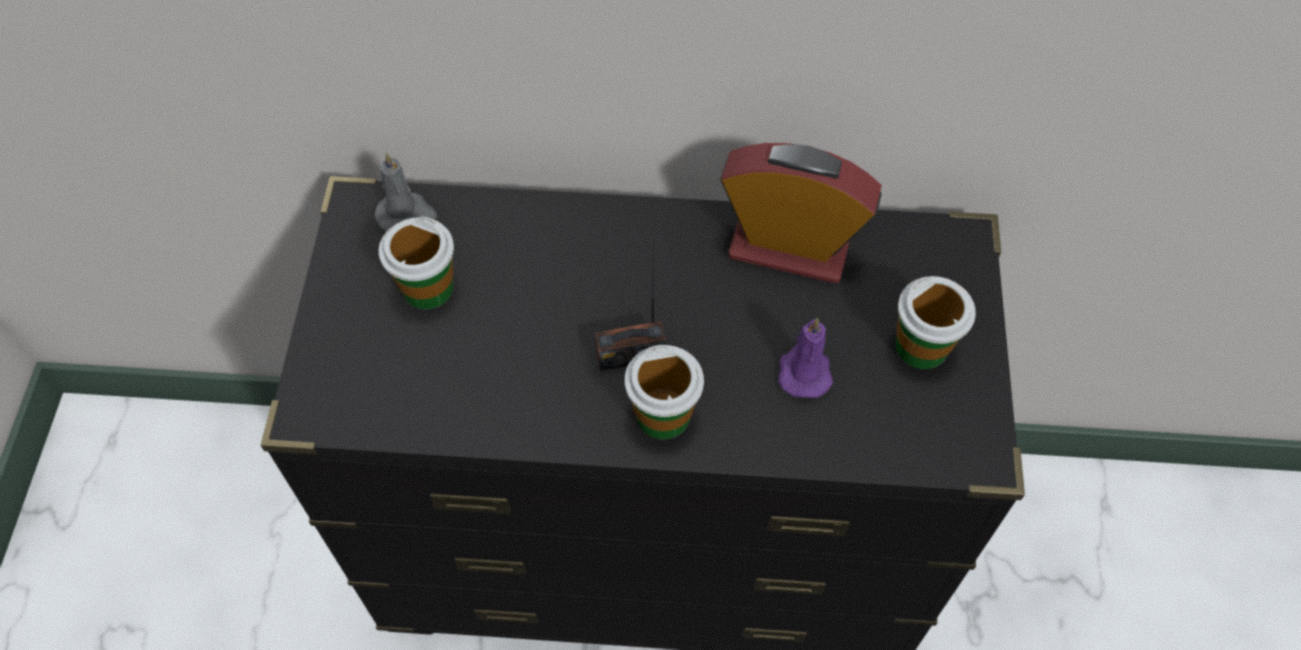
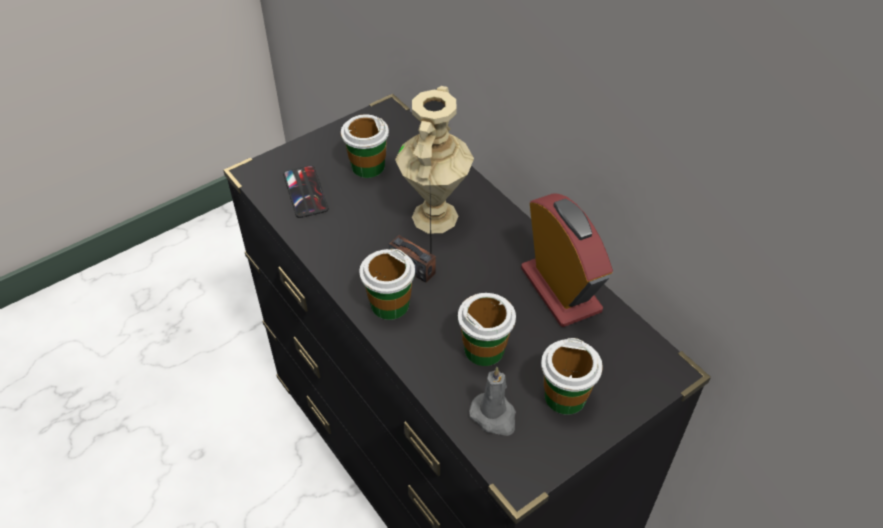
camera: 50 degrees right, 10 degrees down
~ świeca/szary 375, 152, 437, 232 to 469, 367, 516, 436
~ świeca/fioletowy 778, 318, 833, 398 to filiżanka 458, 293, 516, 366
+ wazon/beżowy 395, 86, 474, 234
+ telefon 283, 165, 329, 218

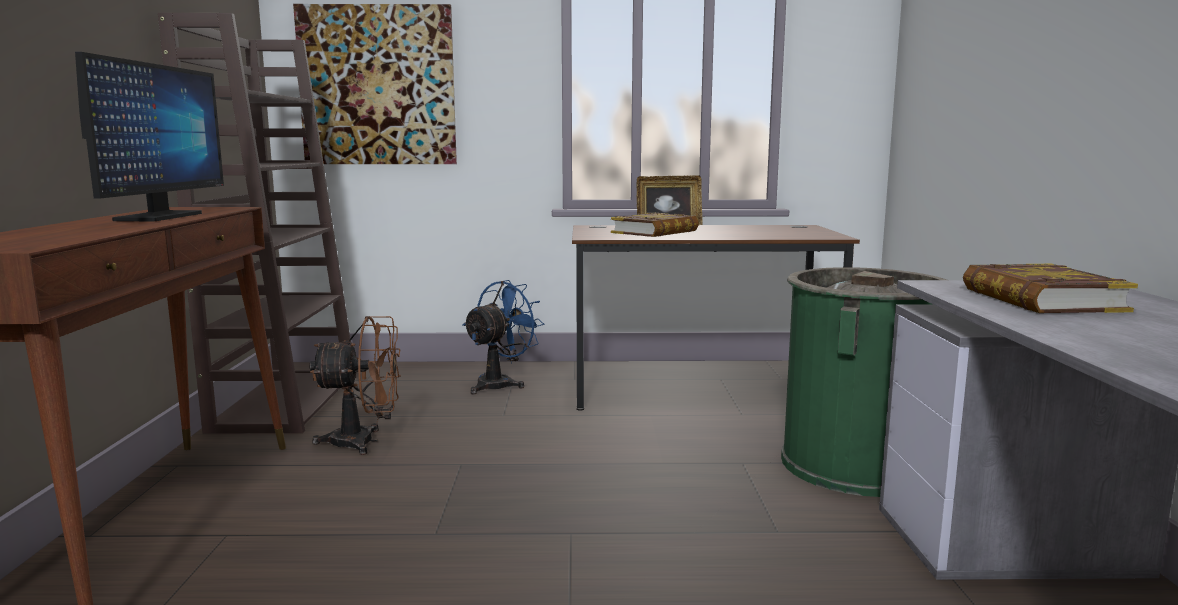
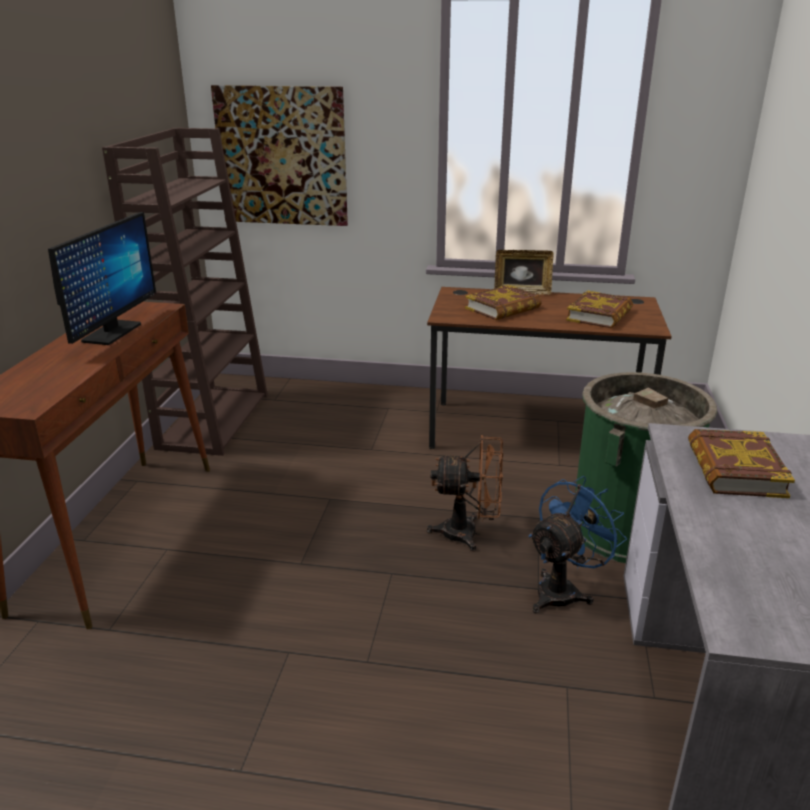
camera: 10 degrees right, 15 degrees up
~ wentylator/niebieski 462, 280, 545, 394 to 529, 476, 627, 614
~ wentylator/brązowy 309, 316, 401, 455 to 427, 435, 503, 552
+ książka 566, 290, 633, 328

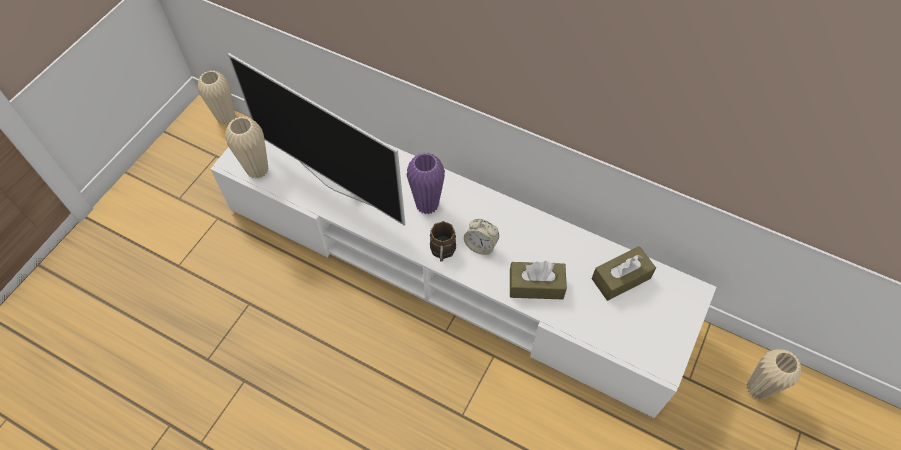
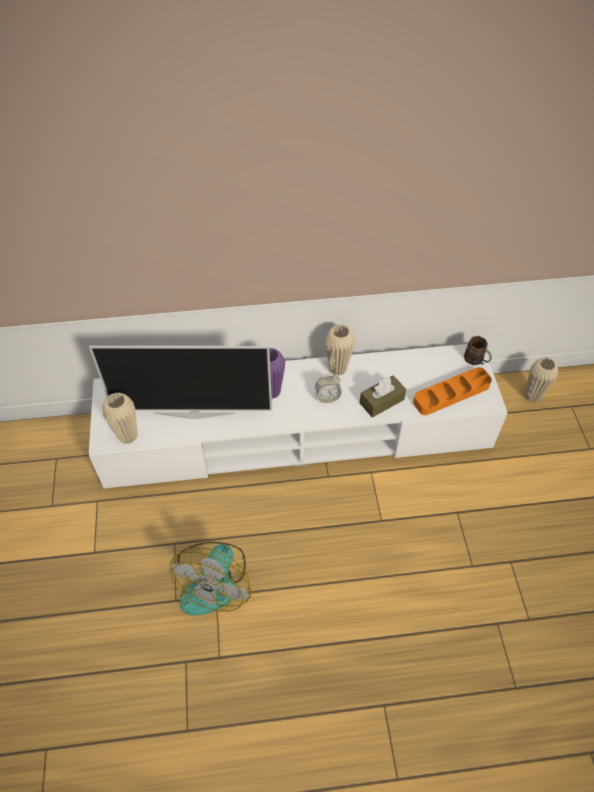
camera: 35 degrees left, 5 degrees down
~ wazon/beżowy 198, 70, 235, 125 to 325, 324, 355, 376
~ kubek/brązowy 430, 221, 456, 261 to 464, 336, 492, 365
- pudełko chusteczek/brązowy 592, 246, 656, 301
+ taca/pomarańczowy 413, 367, 492, 415
+ wentylator 171, 542, 251, 615

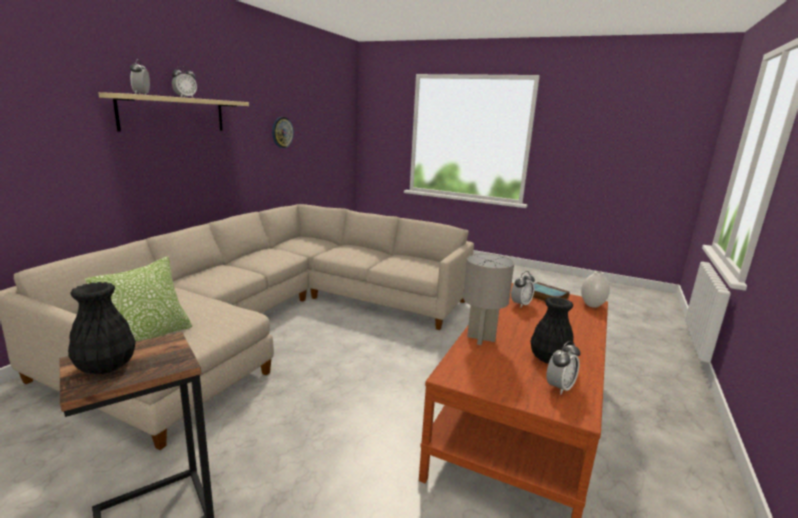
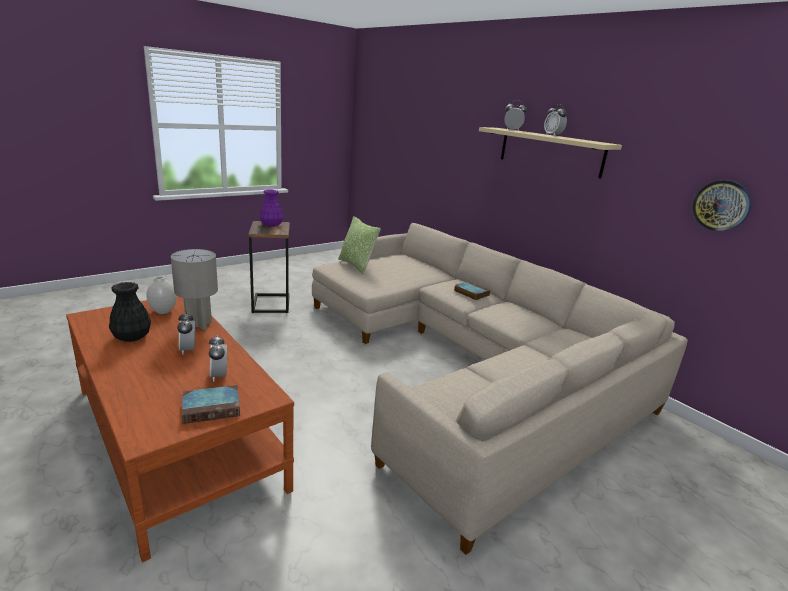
camera: 115 degrees right, 5 degrees up
~ wazon/biały 581, 271, 610, 308 to 146, 276, 177, 314
~ wazon/czarny 68, 282, 136, 374 to wazon/fioletowy 260, 190, 283, 227
~ budzik 546, 341, 581, 395 to 177, 311, 195, 355
+ książka 454, 281, 490, 300

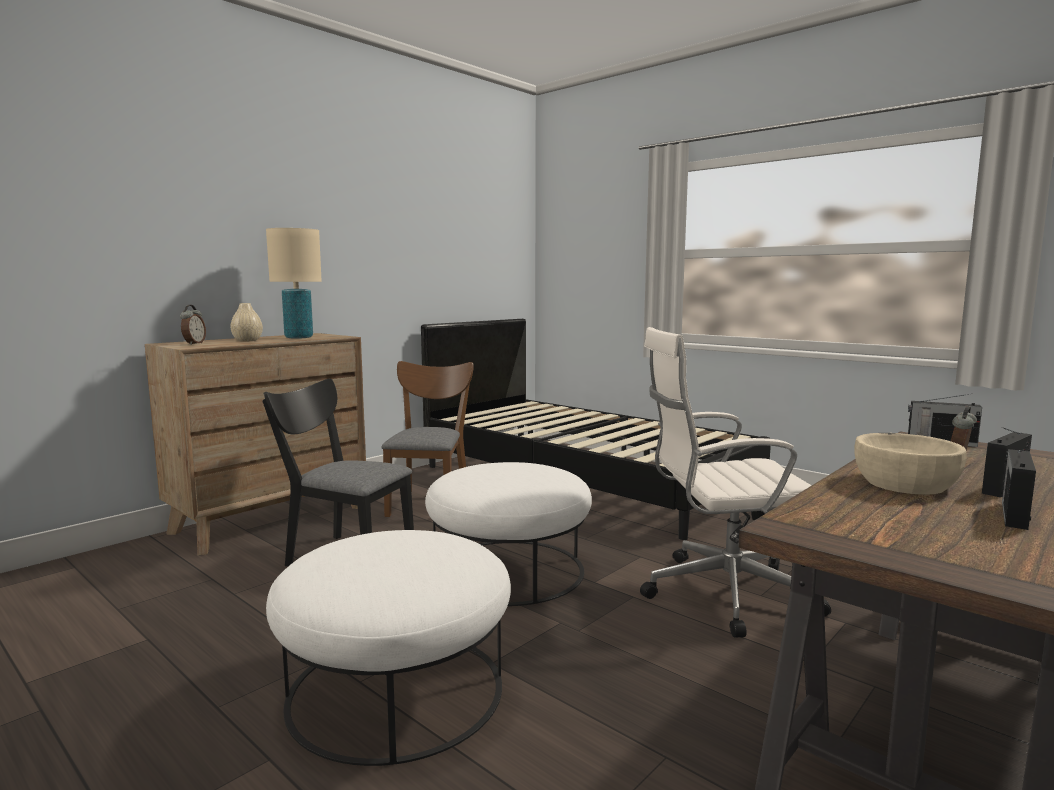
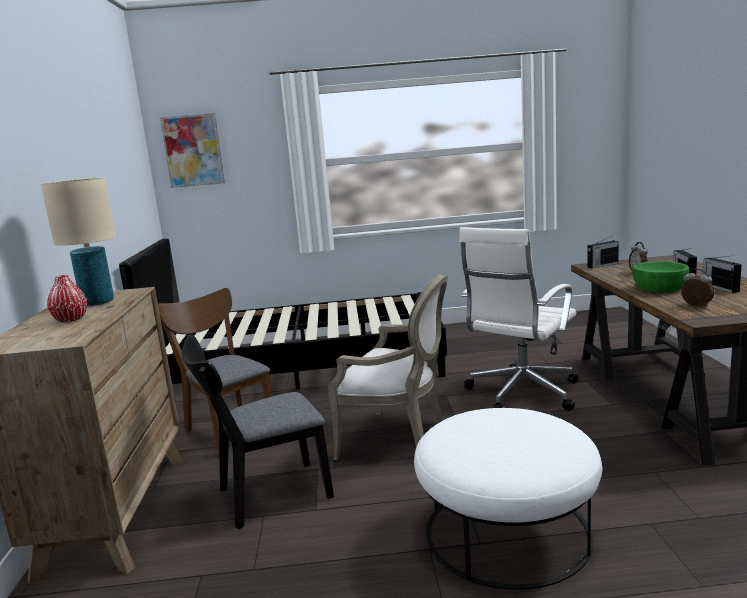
camera: 45 degrees left, 5 degrees up
~ wazon/beżowy 230, 303, 263, 342 to wazon/czerwony 47, 275, 87, 322
~ budzik 180, 305, 206, 345 to 681, 268, 715, 307
~ miska/beżowy 854, 433, 967, 495 to miska/zielony 632, 261, 689, 293
~ pufa/biały 425, 462, 592, 606 to fotel 328, 274, 448, 460
+ obraz 160, 113, 225, 188

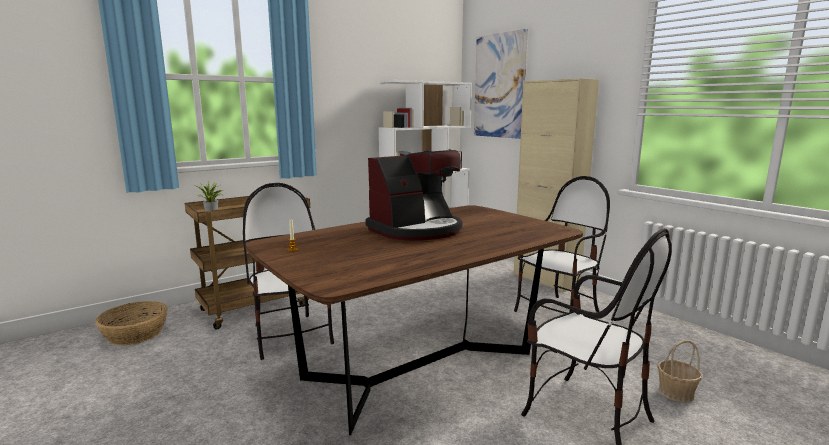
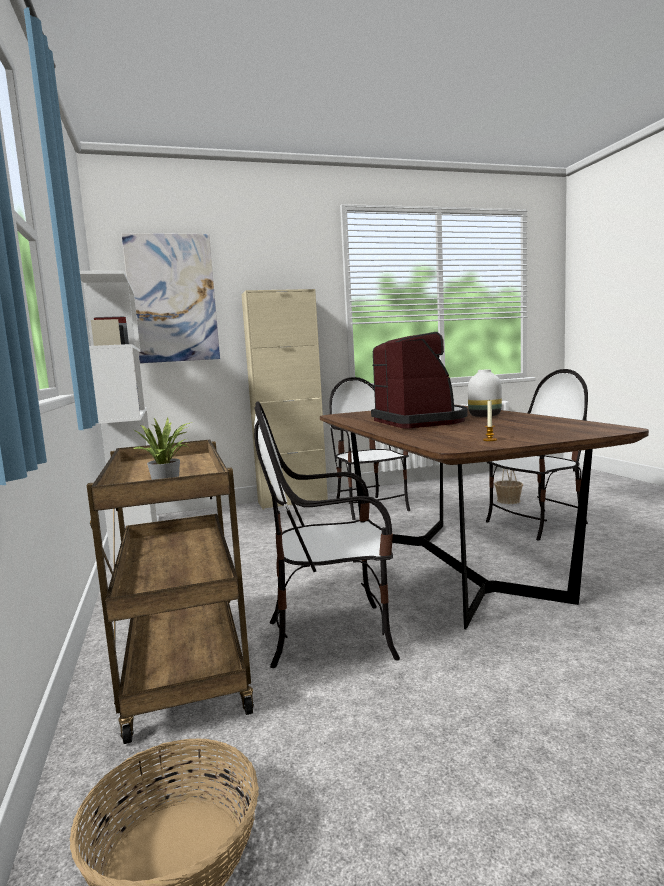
camera: 70 degrees left, 5 degrees down
+ wazon/biały 468, 369, 502, 417

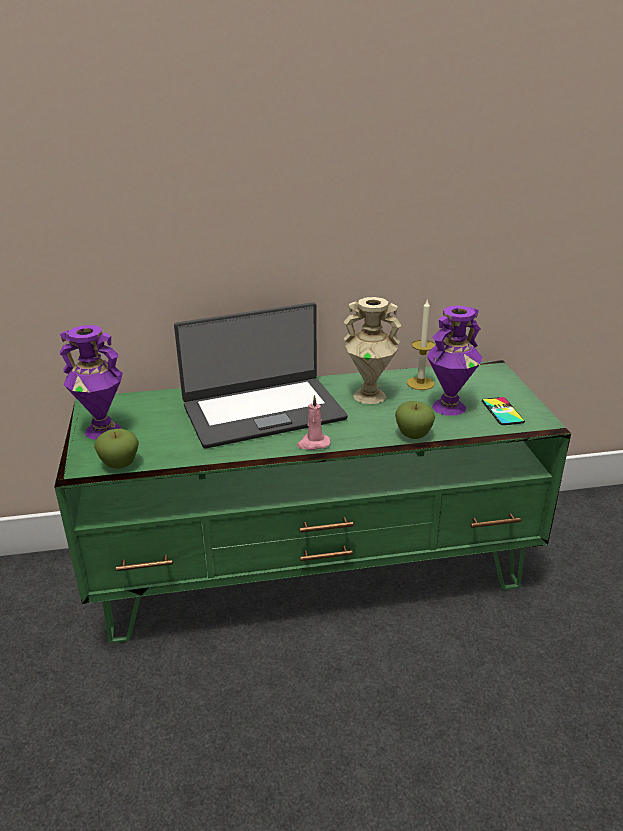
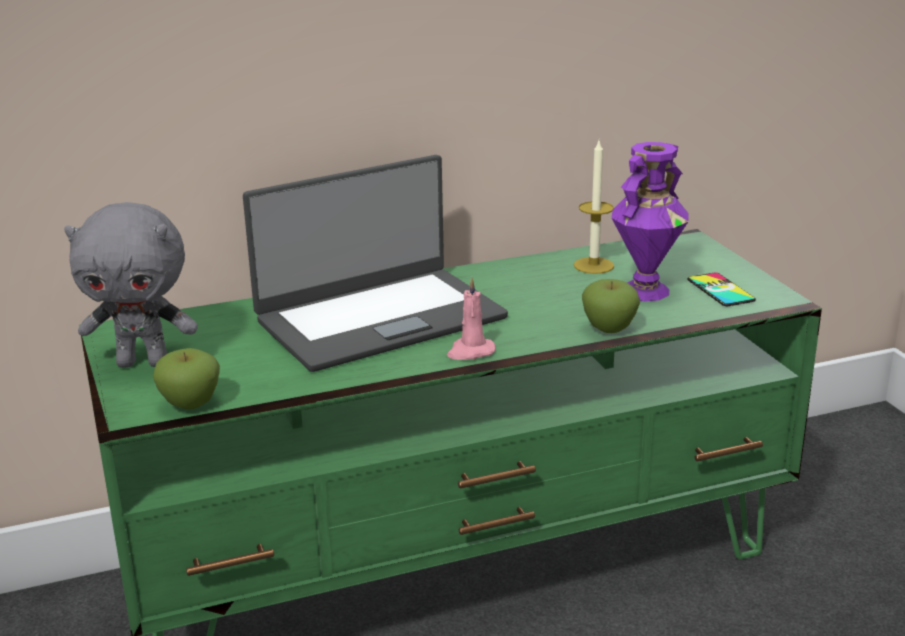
camera: 10 degrees left, 5 degrees down
- wazon/beżowy 344, 297, 402, 404
~ wazon/fioletowy 60, 325, 123, 440 to pluszak/szary 64, 202, 198, 368

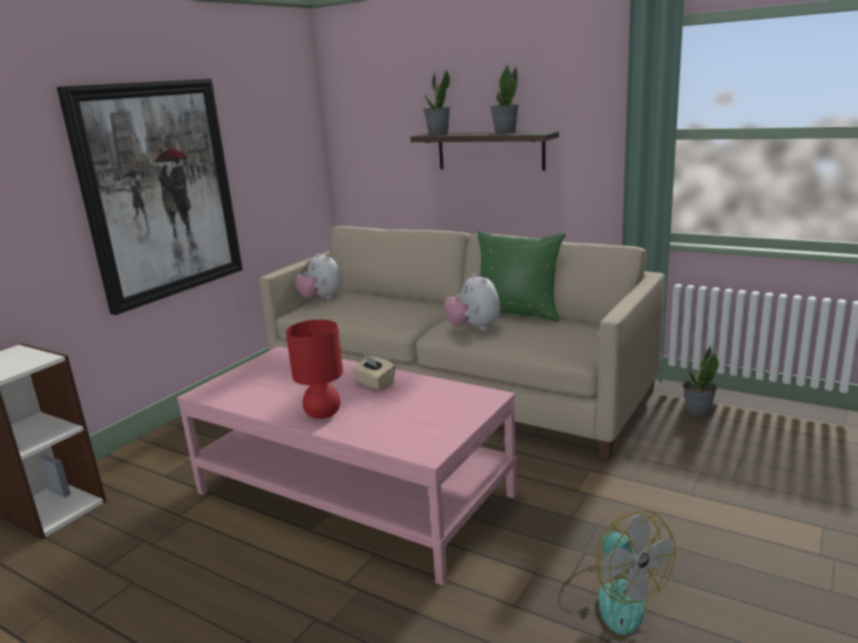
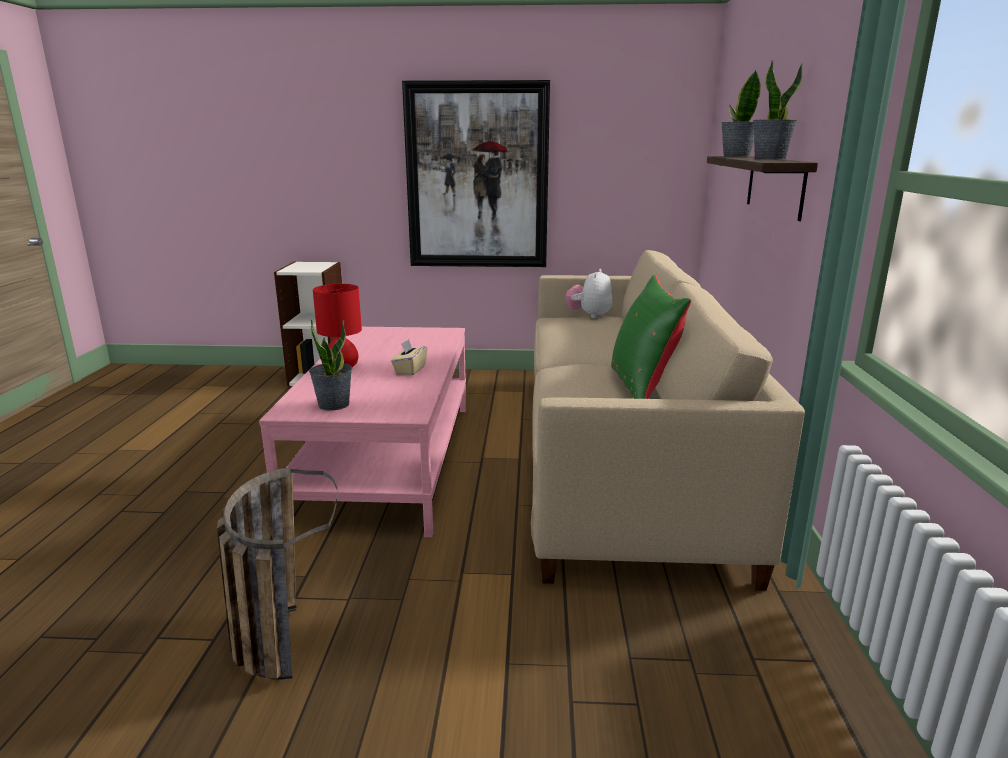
camera: 60 degrees right, 0 degrees up
- pluszak 444, 273, 500, 330
~ roślina doniczkowa 683, 345, 719, 418 to 309, 319, 352, 411
~ wentylator 558, 511, 676, 635 to koszyk 217, 467, 338, 680

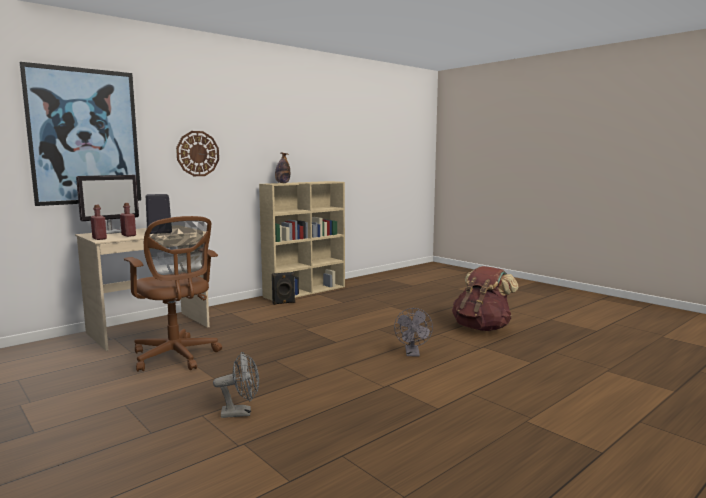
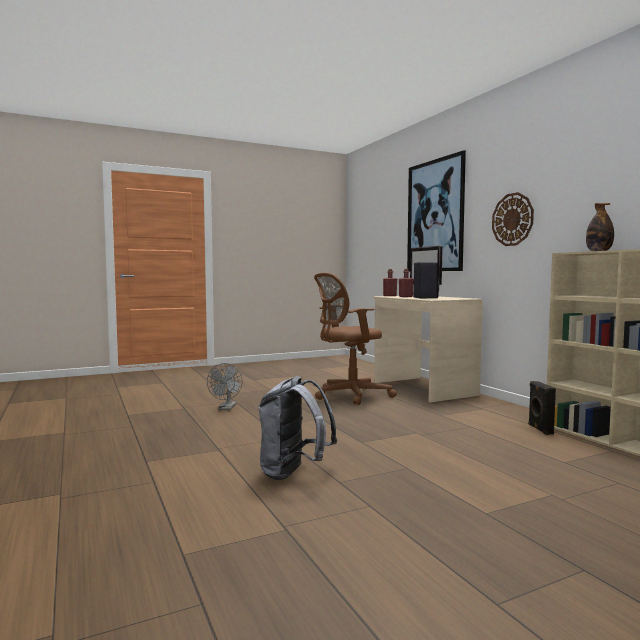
camera: 105 degrees right, 5 degrees down
- plecak/brązowy 452, 266, 519, 331
~ wentylator/szary 394, 308, 433, 356 to plecak/szary 258, 376, 337, 480

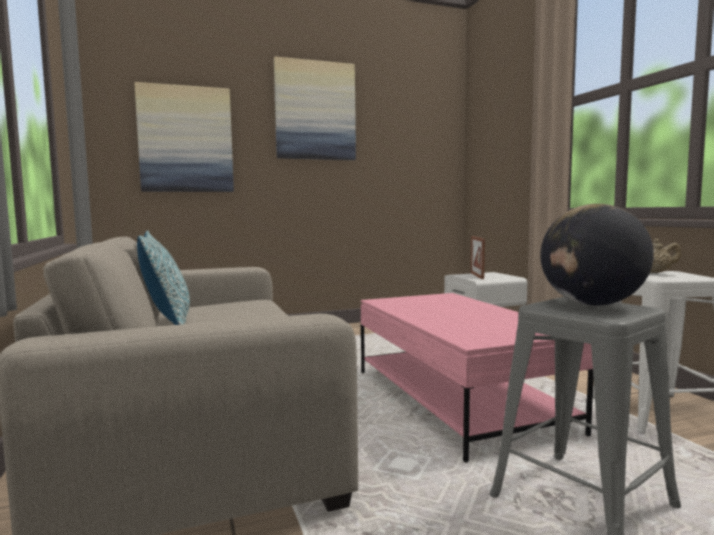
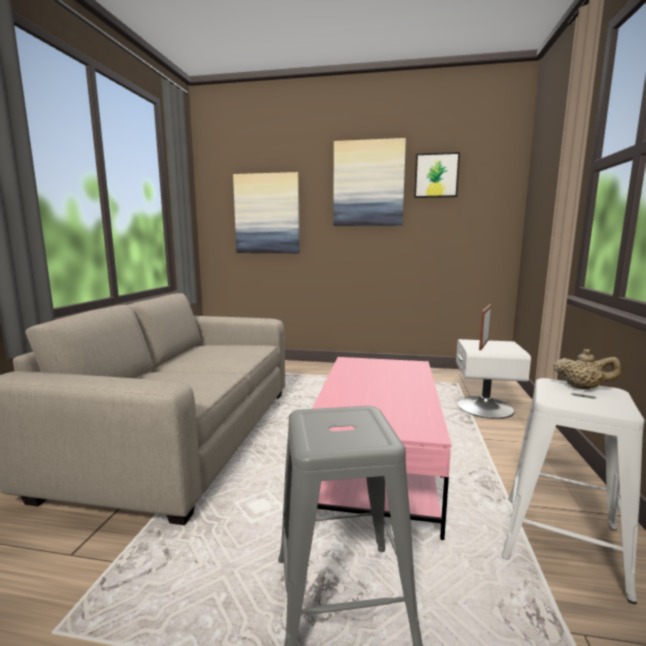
camera: 30 degrees right, 5 degrees up
- globus 540, 204, 654, 306
- poduszka 137, 230, 190, 325
+ obraz 414, 152, 460, 198

